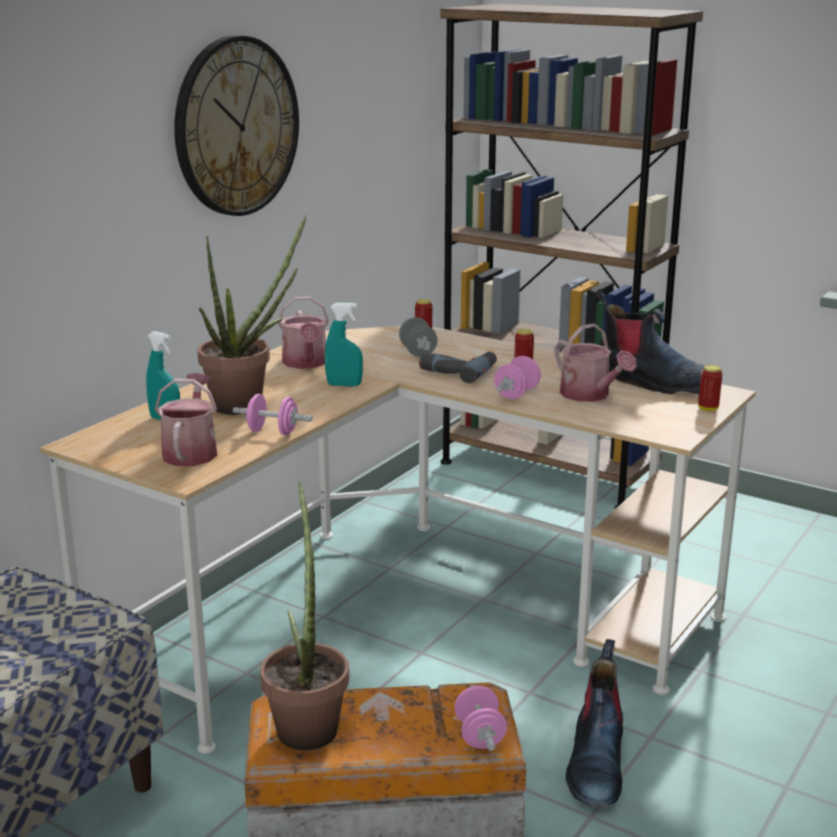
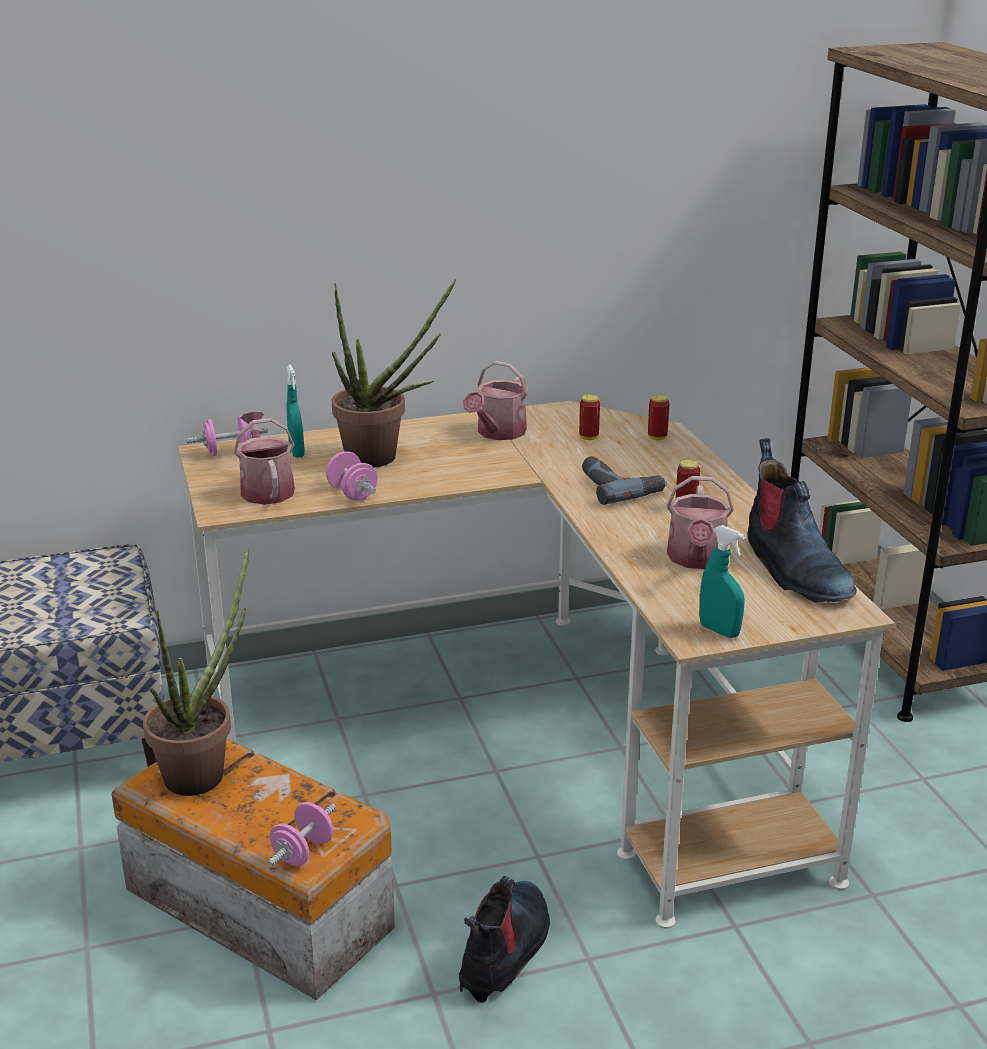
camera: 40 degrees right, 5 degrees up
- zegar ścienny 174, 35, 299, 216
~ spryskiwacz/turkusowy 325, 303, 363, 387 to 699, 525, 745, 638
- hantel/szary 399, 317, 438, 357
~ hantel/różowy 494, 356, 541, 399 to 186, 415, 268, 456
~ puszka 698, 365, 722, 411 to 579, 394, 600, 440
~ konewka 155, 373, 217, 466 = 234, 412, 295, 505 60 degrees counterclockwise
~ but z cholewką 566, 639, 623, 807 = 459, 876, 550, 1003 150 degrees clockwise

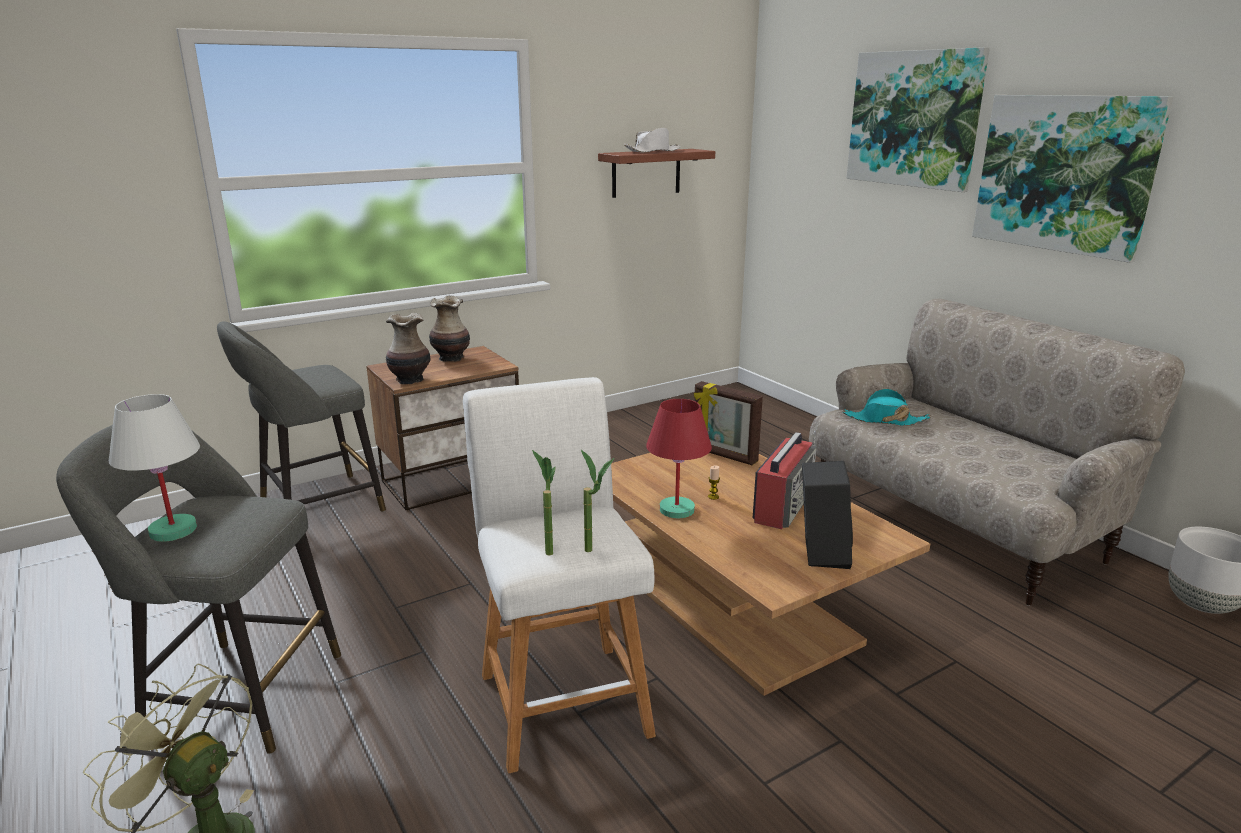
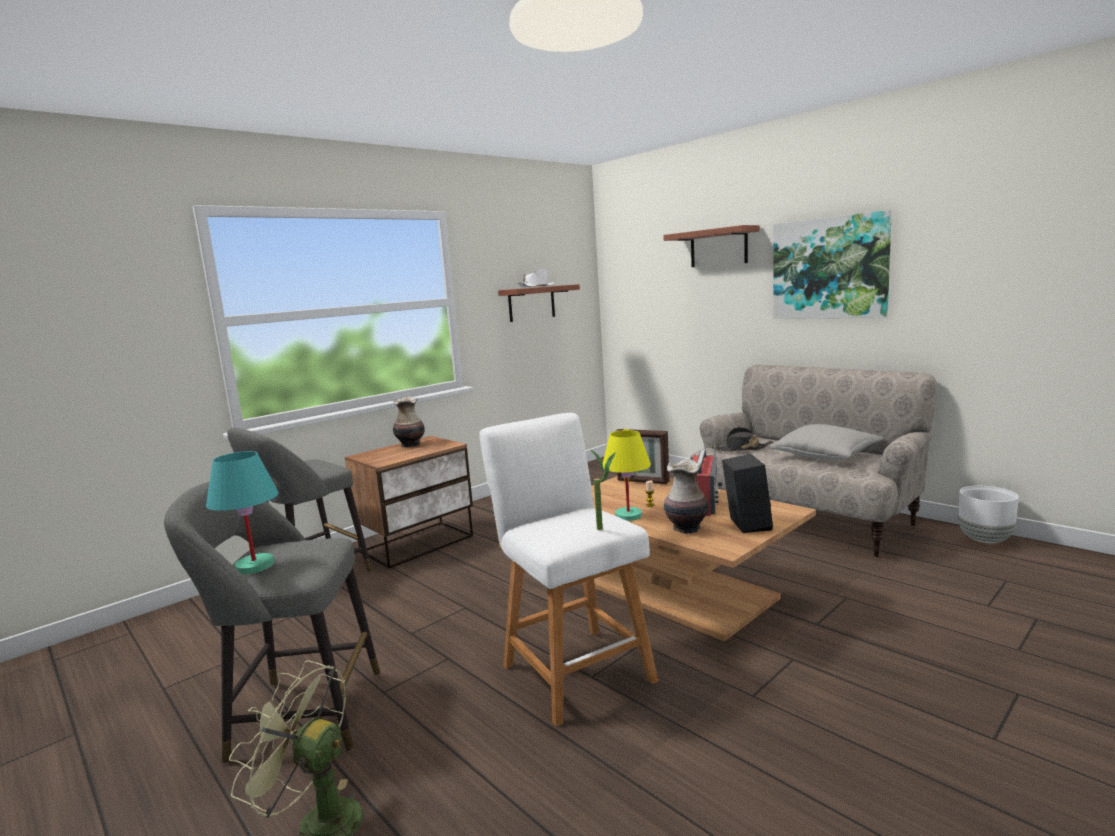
camera: 10 degrees left, 10 degrees down
~ obraz 846, 47, 990, 192 to półka 663, 225, 760, 267
~ wazon 386, 313, 431, 384 to 664, 459, 709, 534
~ kapelusz/turkusowy 843, 389, 931, 426 to kapelusz/czarny 711, 427, 774, 452
~ lampa stołowa/biały 109, 394, 200, 542 to lampa stołowa/turkusowy 206, 451, 279, 574
~ lampa stołowa/czerwony 646, 399, 712, 518 to lampa stołowa/żółty 603, 430, 651, 521
- roślina doniczkowa 532, 450, 556, 556
+ poduszka/szary 770, 424, 884, 460

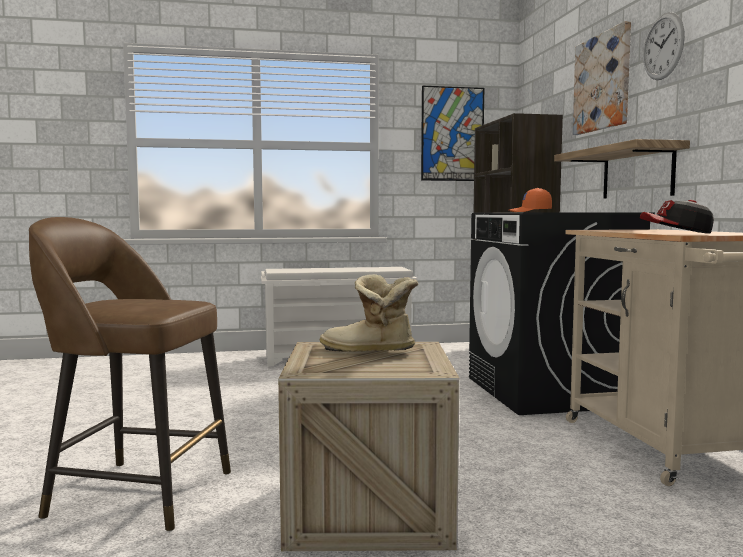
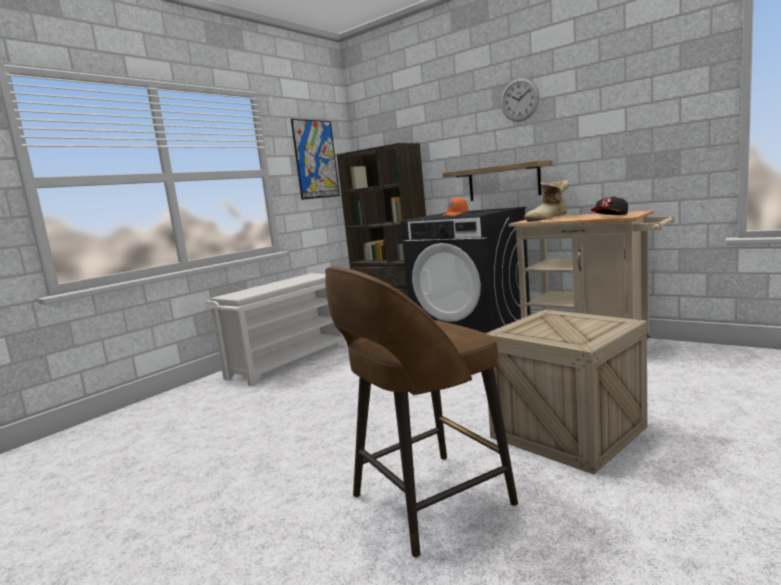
camera: 40 degrees left, 5 degrees up
- obraz 573, 21, 631, 135
~ but z cholewką 320, 274, 418, 352 to 524, 180, 569, 222

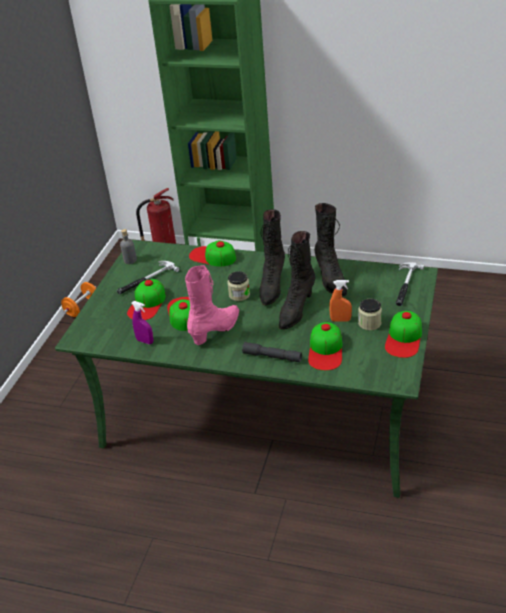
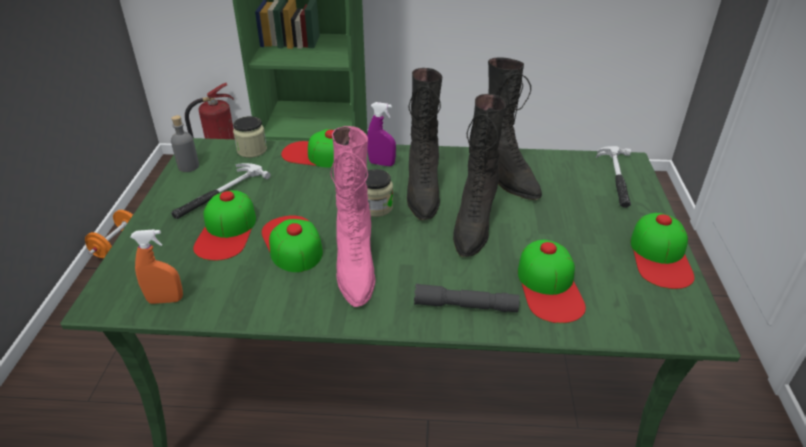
camera: 15 degrees left, 0 degrees up
~ but z cholewką/różowy 185, 265, 239, 345 = 330, 126, 376, 307 150 degrees clockwise
~ spryskiwacz/pomarańczowy 329, 280, 352, 322 to 130, 229, 183, 304
~ słoik 358, 299, 382, 330 to 233, 116, 267, 158
~ spryskiwacz/fioletowy 132, 301, 153, 344 to 367, 102, 396, 166

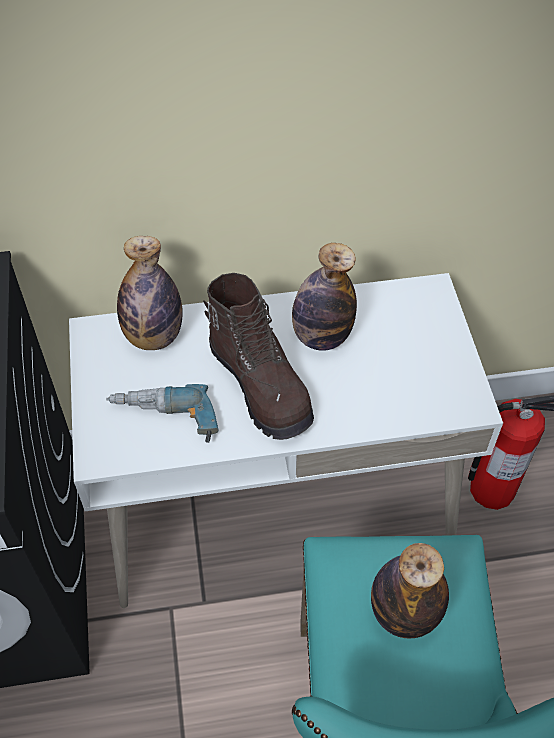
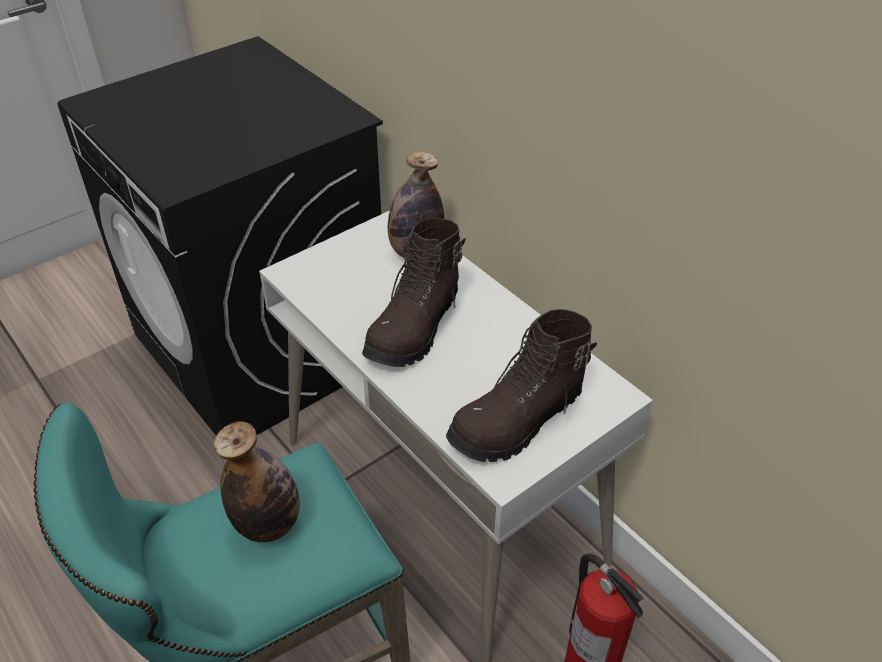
camera: 60 degrees right, 10 degrees down
- butelka 292, 243, 357, 351
- wiertarka 106, 384, 219, 443
+ but z cholewką/brązowy 446, 309, 597, 462

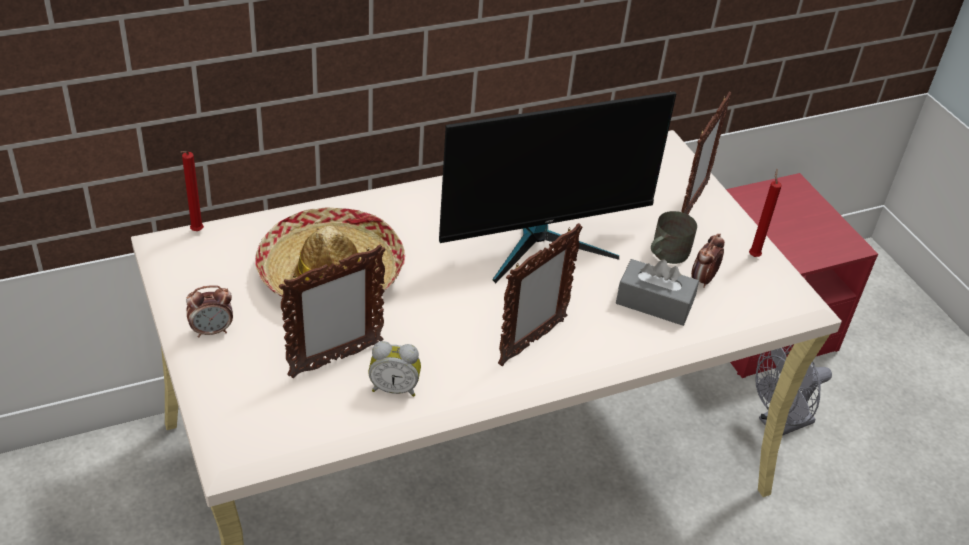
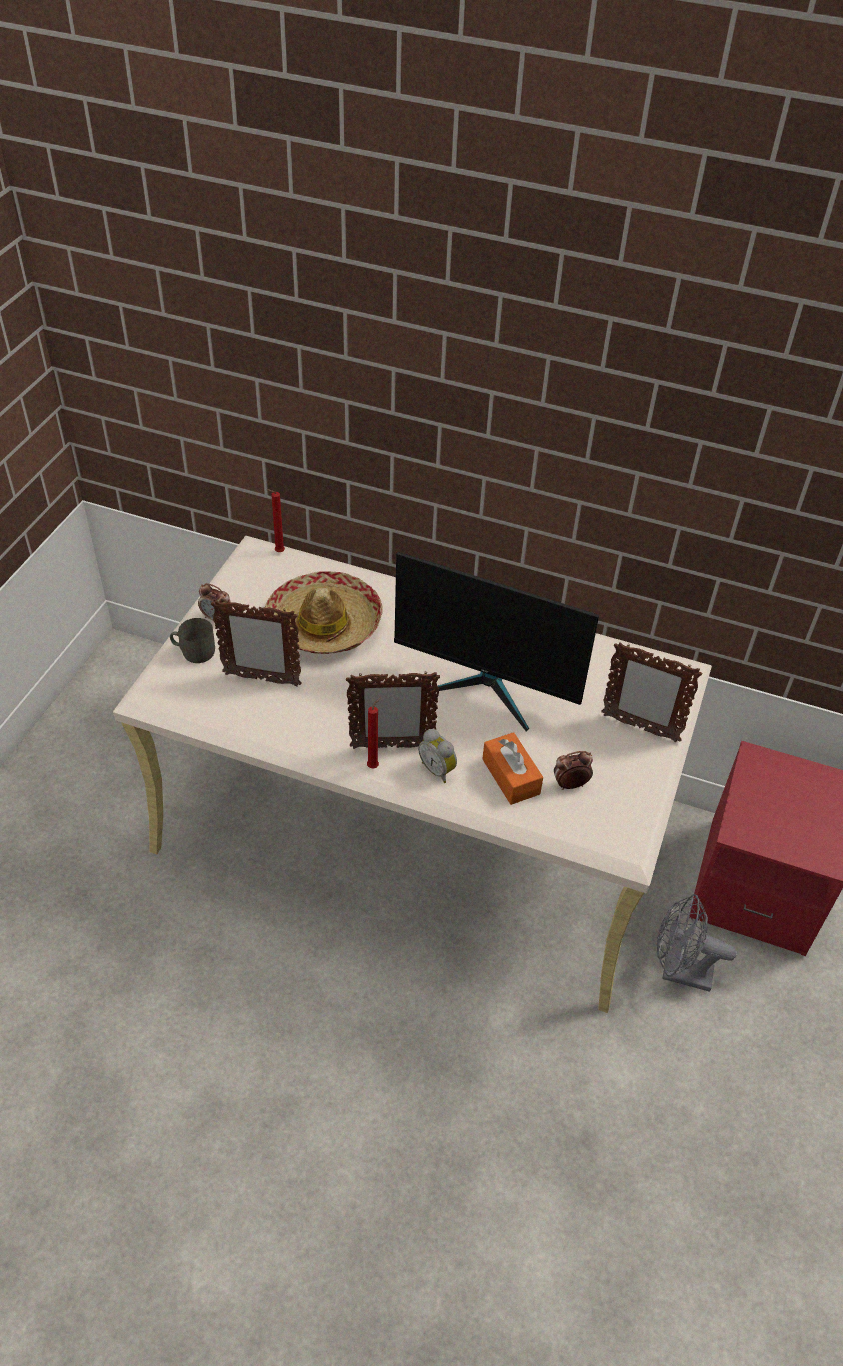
camera: 45 degrees right, 5 degrees up
~ ramka na zdjęcie 681, 92, 731, 214 = 601, 642, 703, 742 45 degrees clockwise
~ świeca/czerwony 749, 169, 782, 257 to 367, 697, 381, 768
~ kubek/szary 651, 211, 697, 264 to 170, 618, 215, 663
~ pudełko chusteczek/szary 616, 259, 699, 326 to pudełko chusteczek/pomarańczowy 482, 732, 543, 805
~ budzik 368, 341, 421, 397 to 418, 729, 457, 783

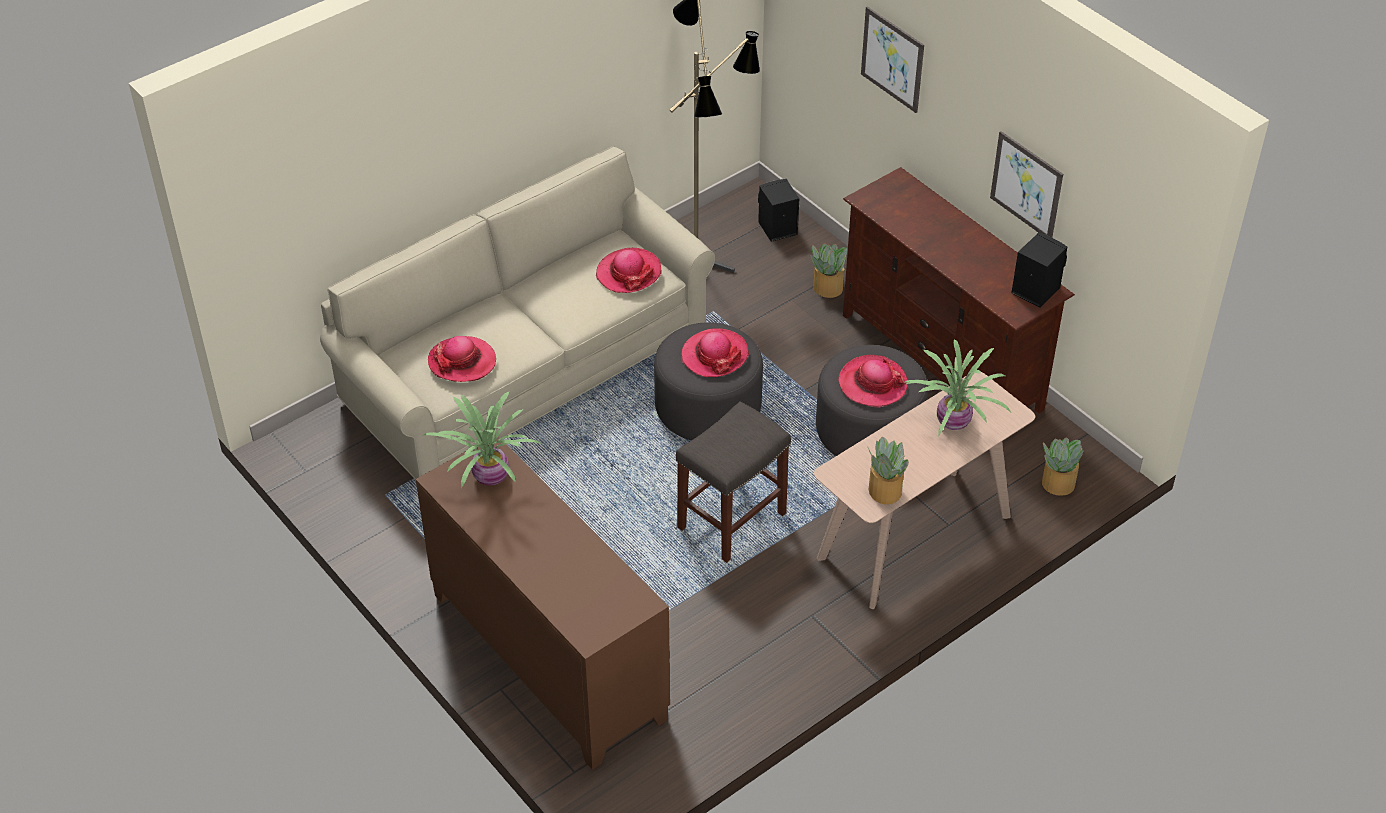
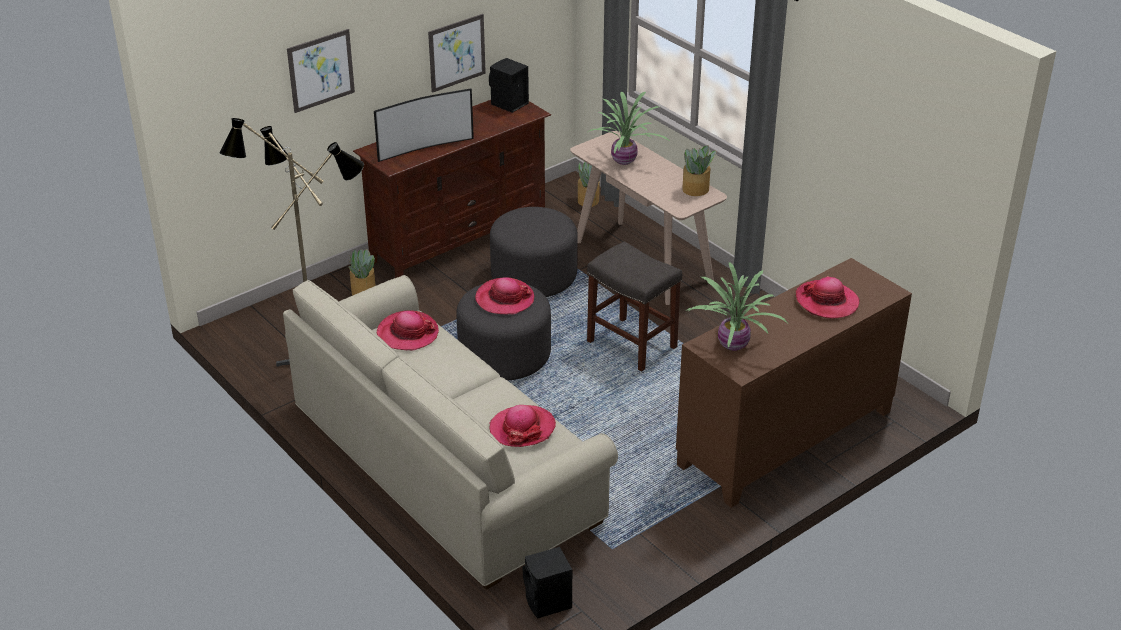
camera: 90 degrees left, 10 degrees down
~ głośnik/czarny 758, 179, 799, 242 to 523, 547, 572, 618
~ kapelusz 838, 355, 908, 407 to 796, 276, 860, 318
+ telewizor 374, 89, 474, 162

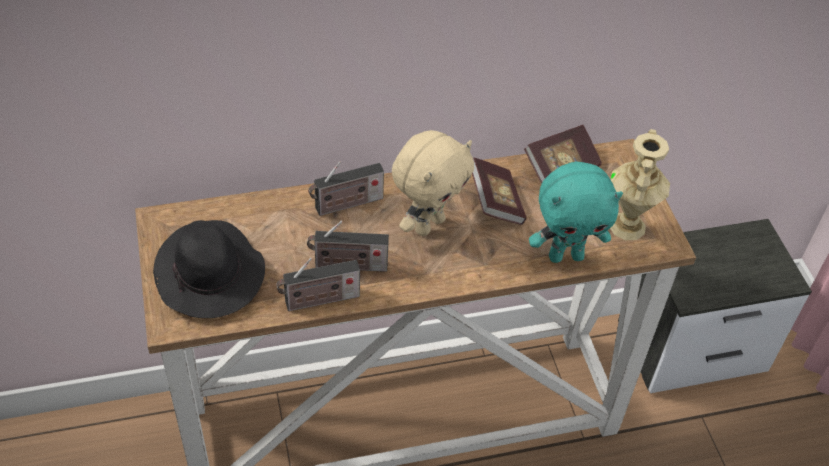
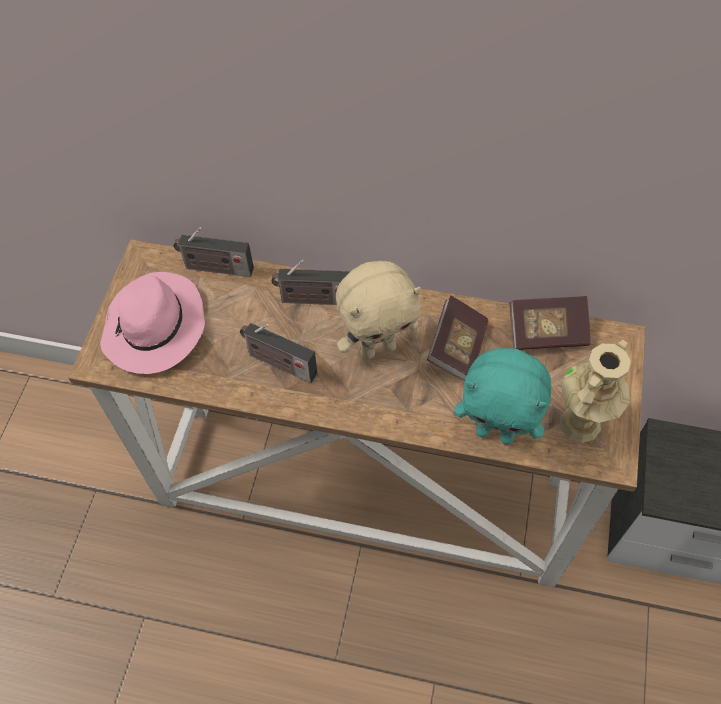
camera: 30 degrees right, 10 degrees up
~ kapelusz/czarny 153, 220, 265, 318 to kapelusz/różowy 100, 272, 205, 374
~ radio 276, 257, 360, 311 to 174, 227, 254, 277

